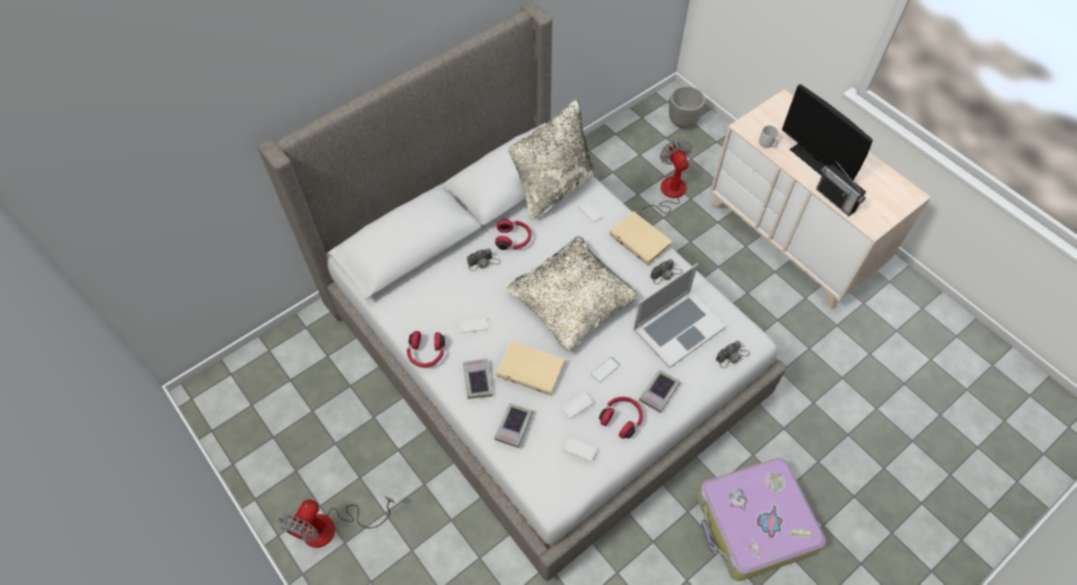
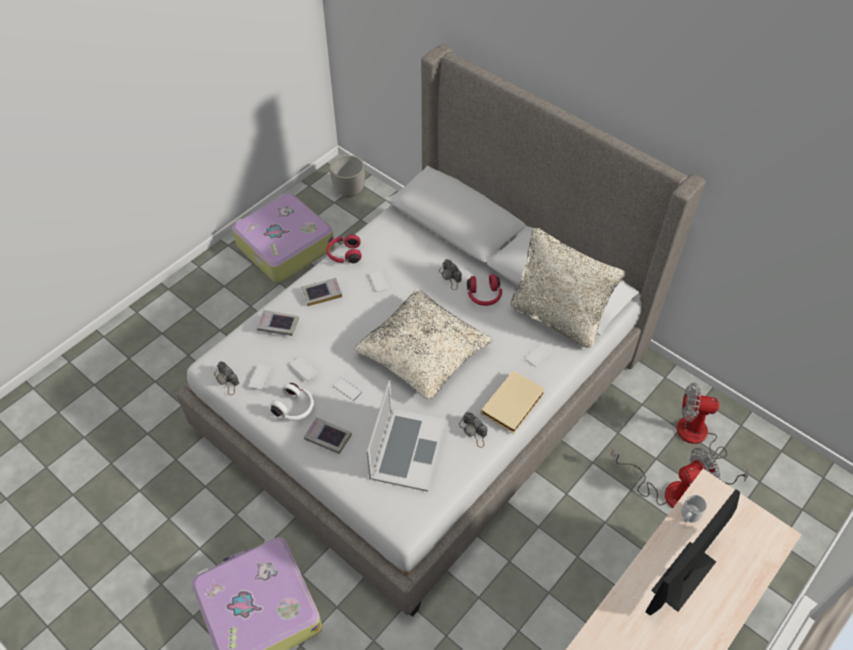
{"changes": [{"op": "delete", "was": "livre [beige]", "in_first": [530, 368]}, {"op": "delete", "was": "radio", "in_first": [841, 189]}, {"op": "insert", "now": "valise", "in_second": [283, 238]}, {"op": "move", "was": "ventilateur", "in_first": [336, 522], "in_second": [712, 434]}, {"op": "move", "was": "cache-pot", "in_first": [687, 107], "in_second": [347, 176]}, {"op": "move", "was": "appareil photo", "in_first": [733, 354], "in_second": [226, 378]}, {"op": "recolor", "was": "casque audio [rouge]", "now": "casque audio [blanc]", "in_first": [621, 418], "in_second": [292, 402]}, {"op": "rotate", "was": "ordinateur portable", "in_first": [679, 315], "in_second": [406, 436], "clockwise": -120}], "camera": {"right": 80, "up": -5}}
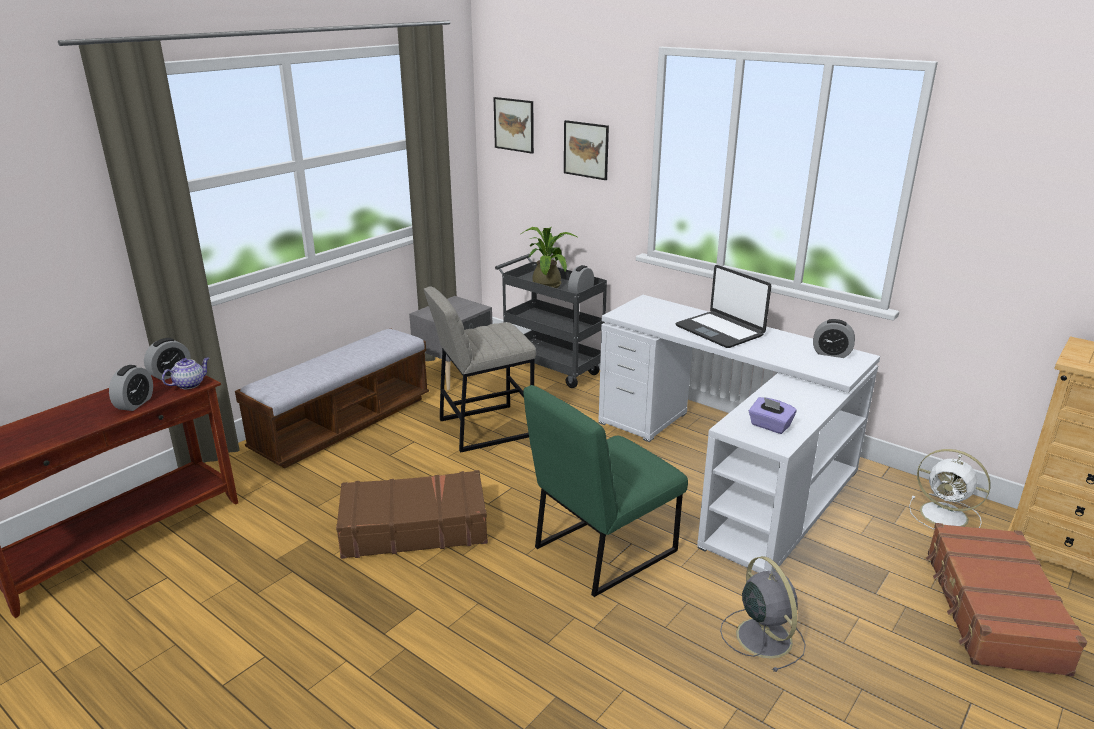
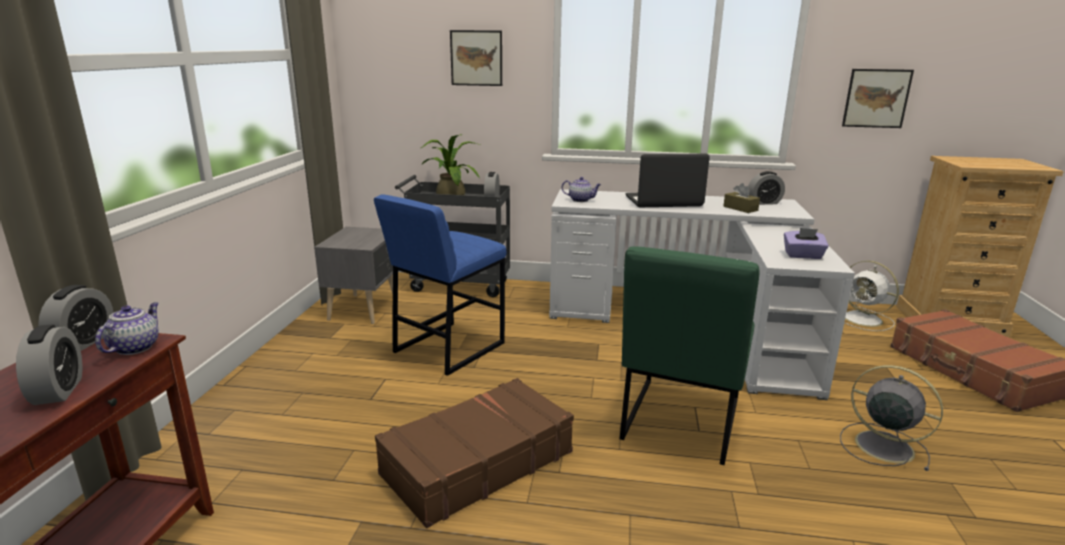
{"changes": [{"op": "delete", "was": "banc", "in_first": [332, 398]}, {"op": "insert", "now": "théière", "in_second": [581, 189]}, {"op": "insert", "now": "boîte à mouchoirs [marron]", "in_second": [741, 198]}, {"op": "move", "was": "tableau", "in_first": [513, 125], "in_second": [878, 98]}, {"op": "recolor", "was": "chaise [gris]", "now": "chaise [bleu]", "in_first": [480, 369], "in_second": [440, 285]}, {"op": "rotate", "was": "ordinateur portable", "in_first": [723, 306], "in_second": [668, 180], "clockwise": 150}, {"op": "rotate", "was": "ventilateur [blanc]", "in_first": [950, 489], "in_second": [871, 296], "clockwise": 45}], "camera": {"right": -30, "up": -5}}
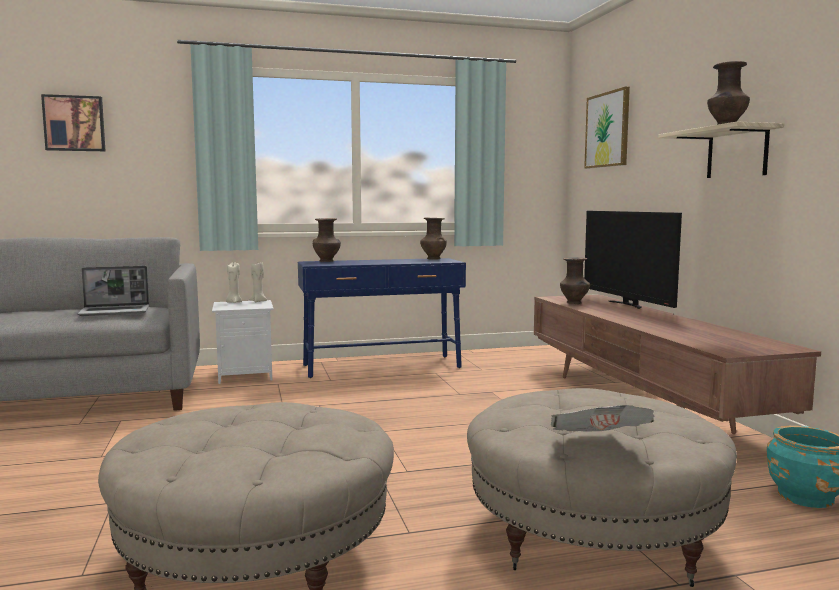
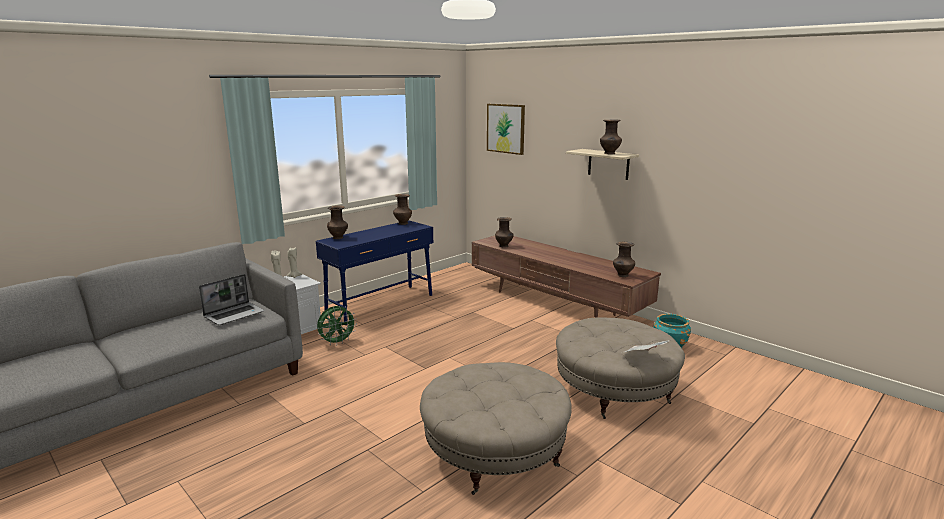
{"changes": [{"op": "delete", "was": "tableau", "in_first": [73, 122]}, {"op": "delete", "was": "téléviseur", "in_first": [633, 260]}, {"op": "insert", "now": "ventilateur [vert]", "in_second": [337, 325]}, {"op": "insert", "now": "vase [marron]", "in_second": [624, 259]}], "camera": {"right": -30, "up": 10}}
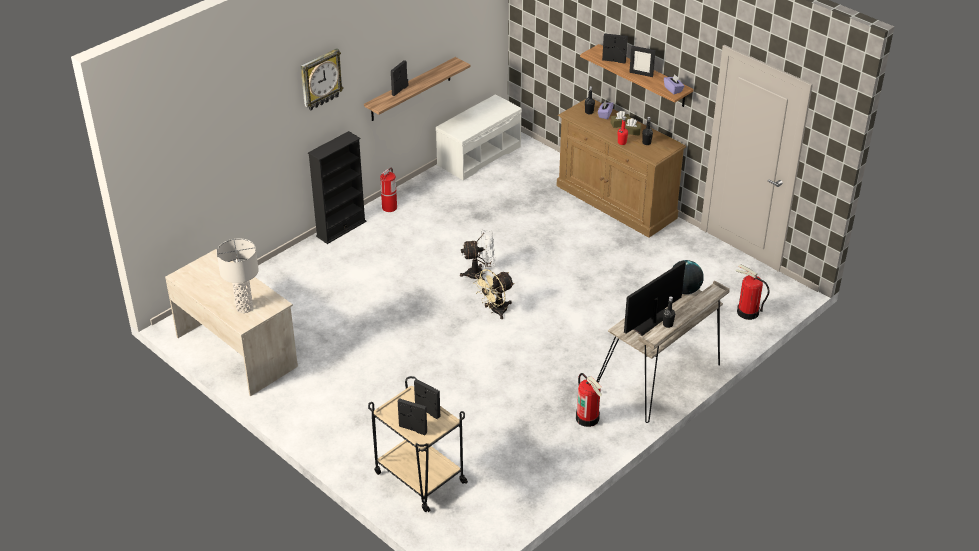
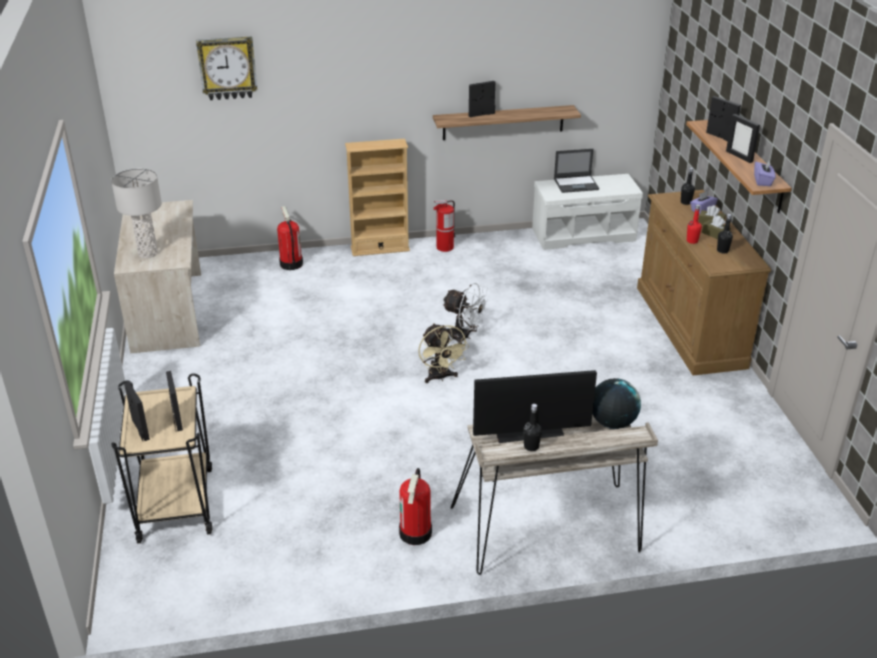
{"changes": [{"op": "insert", "now": "ordinateur portable", "in_second": [576, 171]}, {"op": "move", "was": "horloge murale", "in_first": [322, 79], "in_second": [227, 68]}, {"op": "move", "was": "extincteur", "in_first": [753, 292], "in_second": [290, 238]}, {"op": "recolor", "was": "bibliothèque [noir]", "now": "bibliothèque [beige]", "in_first": [337, 187], "in_second": [377, 197]}, {"op": "rotate", "was": "ventilateur [beige]", "in_first": [493, 294], "in_second": [443, 353], "clockwise": -105}], "camera": {"right": 35, "up": -5}}
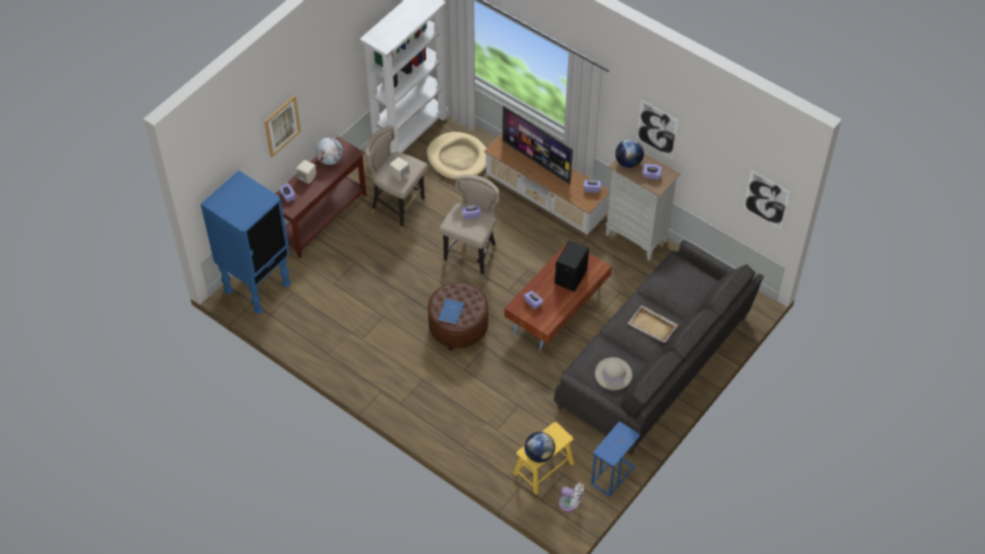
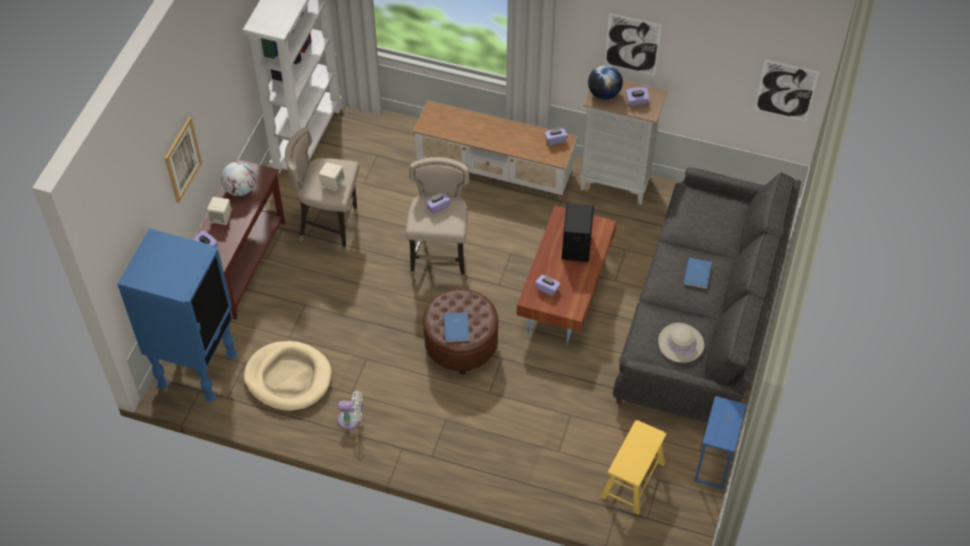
{"changes": [{"op": "delete", "was": "téléviseur", "in_first": [537, 144]}, {"op": "delete", "was": "globe", "in_first": [540, 447]}, {"op": "move", "was": "panier pour chien [beige]", "in_first": [457, 156], "in_second": [288, 376]}, {"op": "move", "was": "ventilateur [blanc]", "in_first": [571, 497], "in_second": [350, 410]}, {"op": "replace", "was": "plateau [beige]", "now": "livre [bleu]", "in_first": [653, 324], "in_second": [697, 273]}], "camera": {"right": -20, "up": 0}}
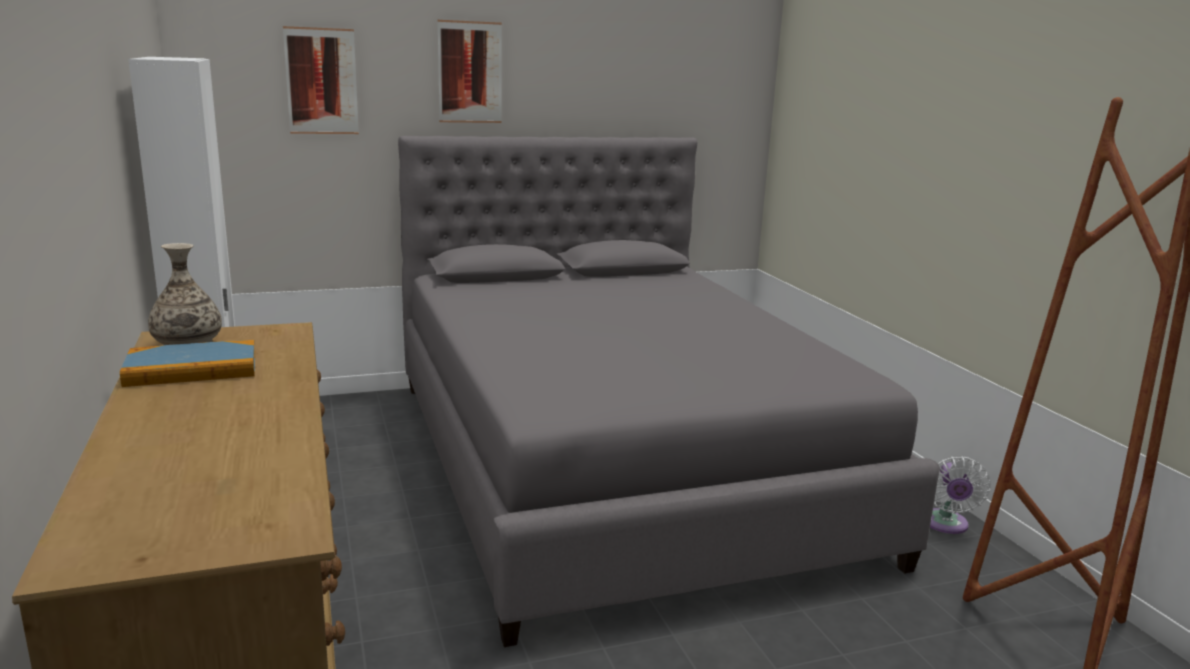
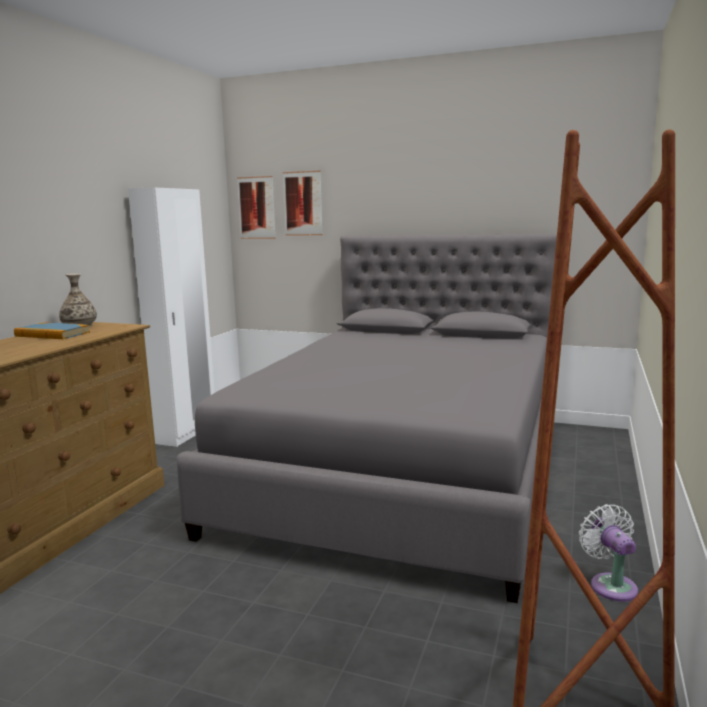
{"changes": [{"op": "move", "was": "tableau", "in_first": [469, 71], "in_second": [256, 207]}, {"op": "rotate", "was": "ventilateur [blanc]", "in_first": [960, 495], "in_second": [608, 552], "clockwise": 120}], "camera": {"right": 40, "up": -5}}
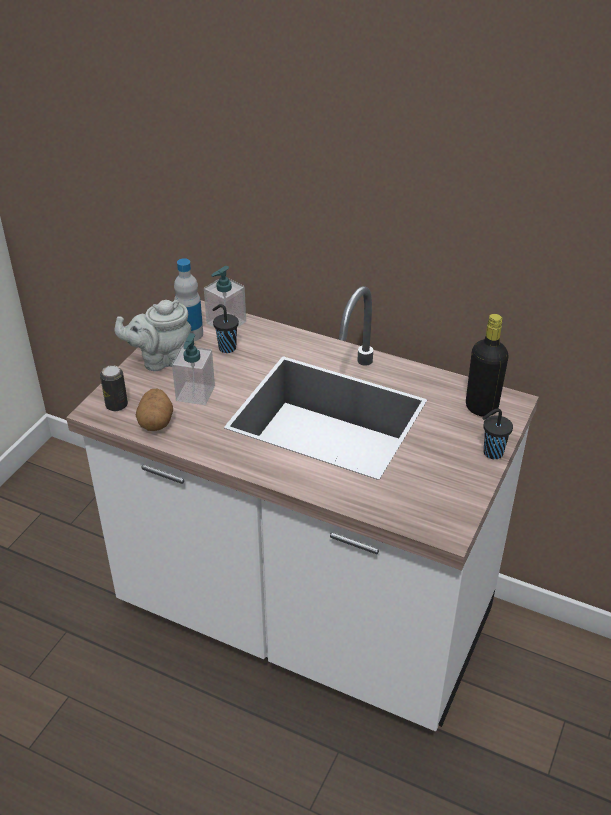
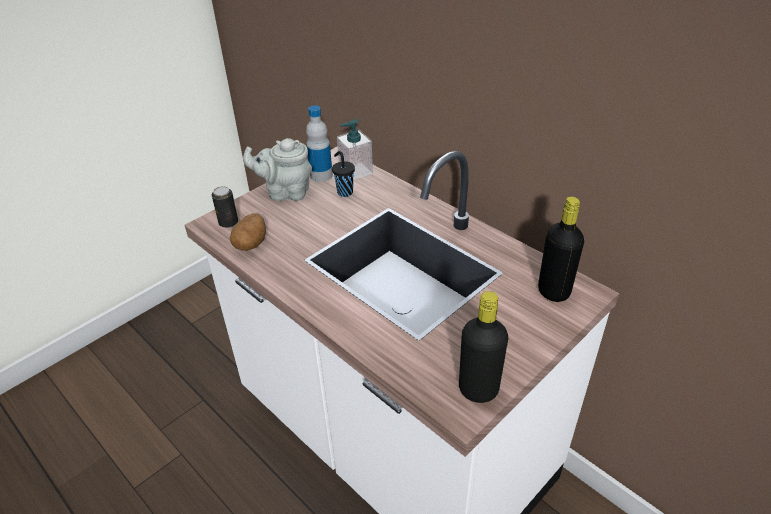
{"changes": [{"op": "delete", "was": "distributeur de savon", "in_first": [193, 369]}, {"op": "delete", "was": "tasse [noir]", "in_first": [497, 434]}, {"op": "insert", "now": "bouteille [noir]", "in_second": [483, 347]}], "camera": {"right": 20, "up": 0}}
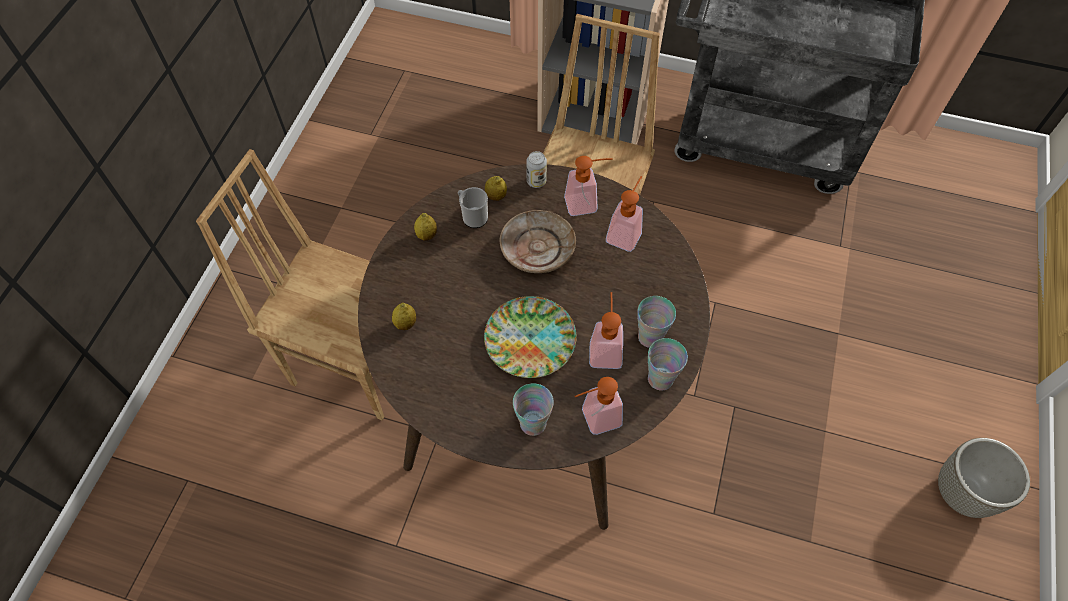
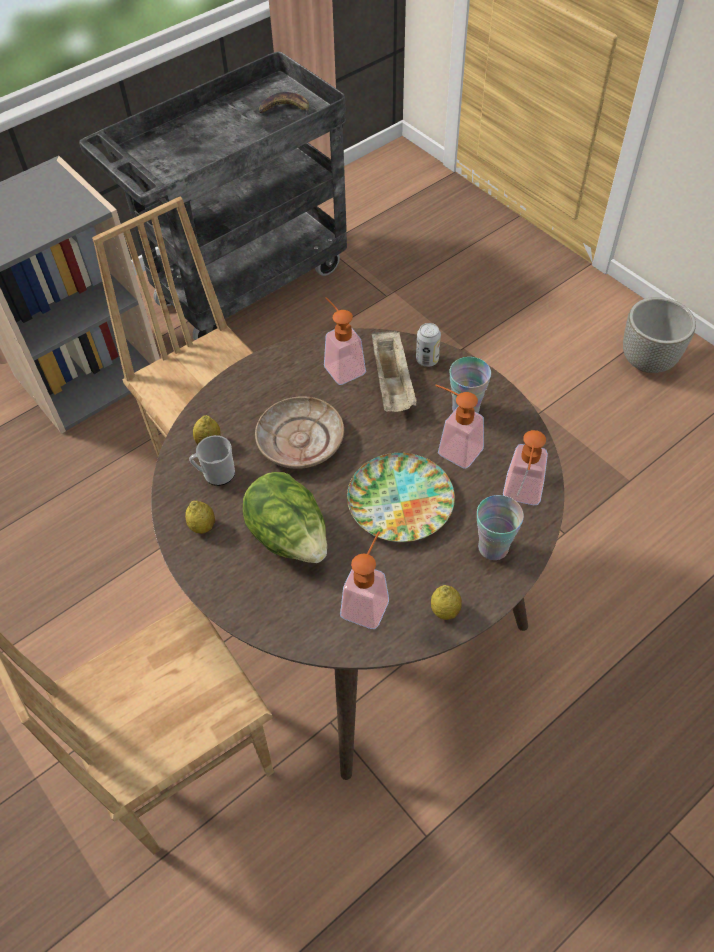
{"changes": [{"op": "delete", "was": "tasse", "in_first": [668, 364]}, {"op": "insert", "now": "laitue", "in_second": [285, 517]}, {"op": "insert", "now": "banane", "in_second": [284, 104]}, {"op": "insert", "now": "plateau [beige]", "in_second": [394, 371]}, {"op": "move", "was": "citron", "in_first": [404, 316], "in_second": [446, 602]}, {"op": "move", "was": "boîte métallique", "in_first": [536, 169], "in_second": [428, 345]}, {"op": "move", "was": "distributeur de savon", "in_first": [588, 186], "in_second": [364, 580]}], "camera": {"right": -55, "up": -5}}
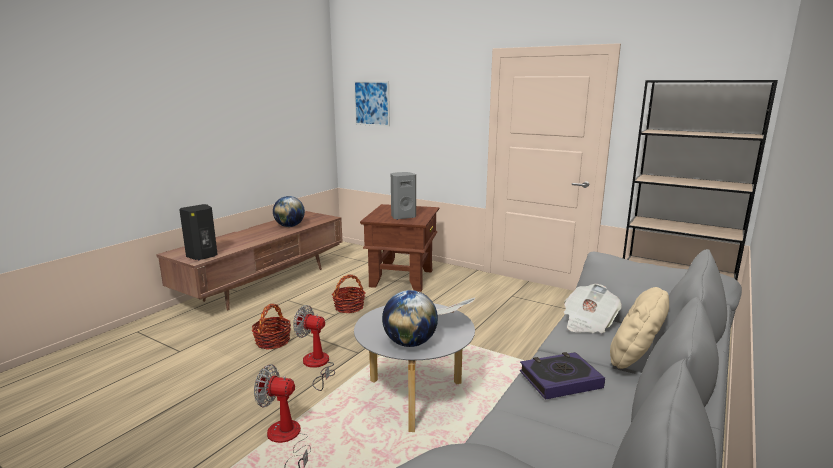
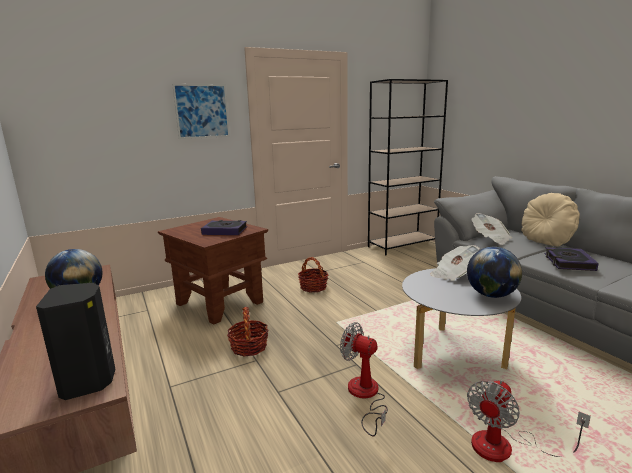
{"changes": [{"op": "move", "was": "panier", "in_first": [271, 327], "in_second": [313, 275]}, {"op": "move", "was": "tableau", "in_first": [372, 103], "in_second": [201, 111]}, {"op": "replace", "was": "enceinte [gris]", "now": "livre", "in_first": [403, 196], "in_second": [224, 227]}, {"op": "rotate", "was": "ventilateur", "in_first": [314, 348], "in_second": [364, 379], "clockwise": 75}], "camera": {"right": -60, "up": 0}}
